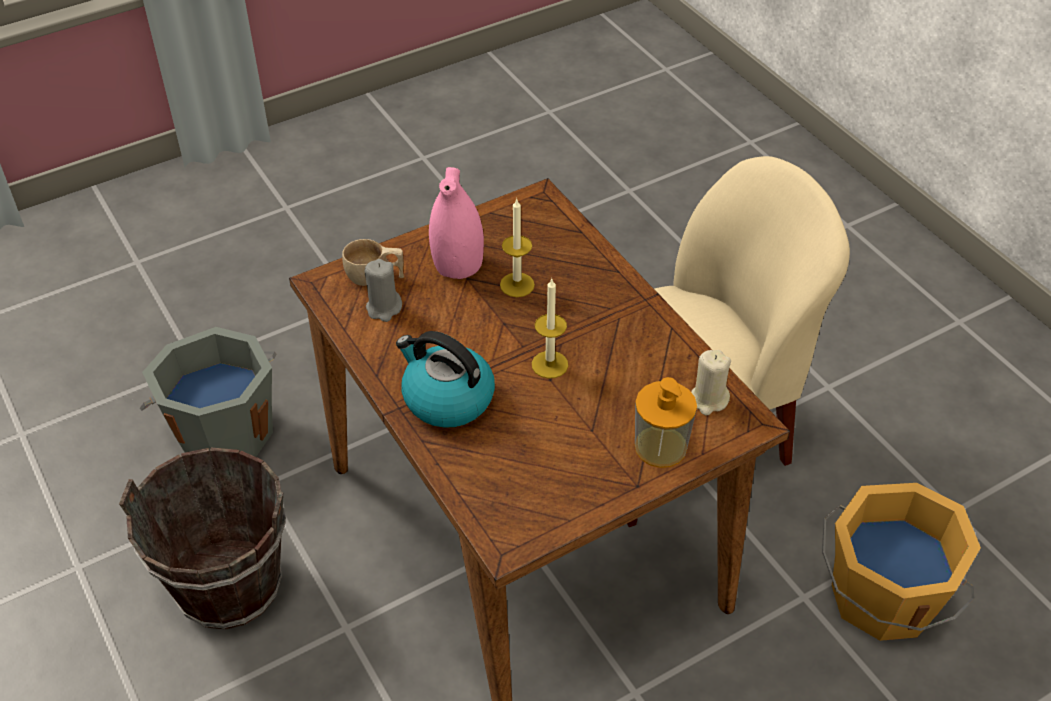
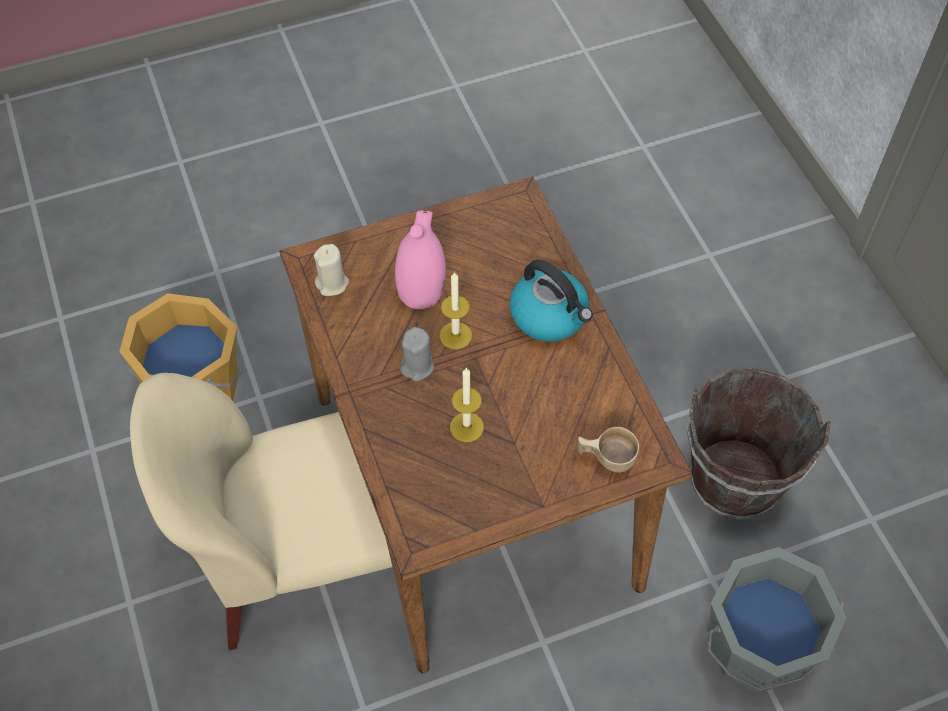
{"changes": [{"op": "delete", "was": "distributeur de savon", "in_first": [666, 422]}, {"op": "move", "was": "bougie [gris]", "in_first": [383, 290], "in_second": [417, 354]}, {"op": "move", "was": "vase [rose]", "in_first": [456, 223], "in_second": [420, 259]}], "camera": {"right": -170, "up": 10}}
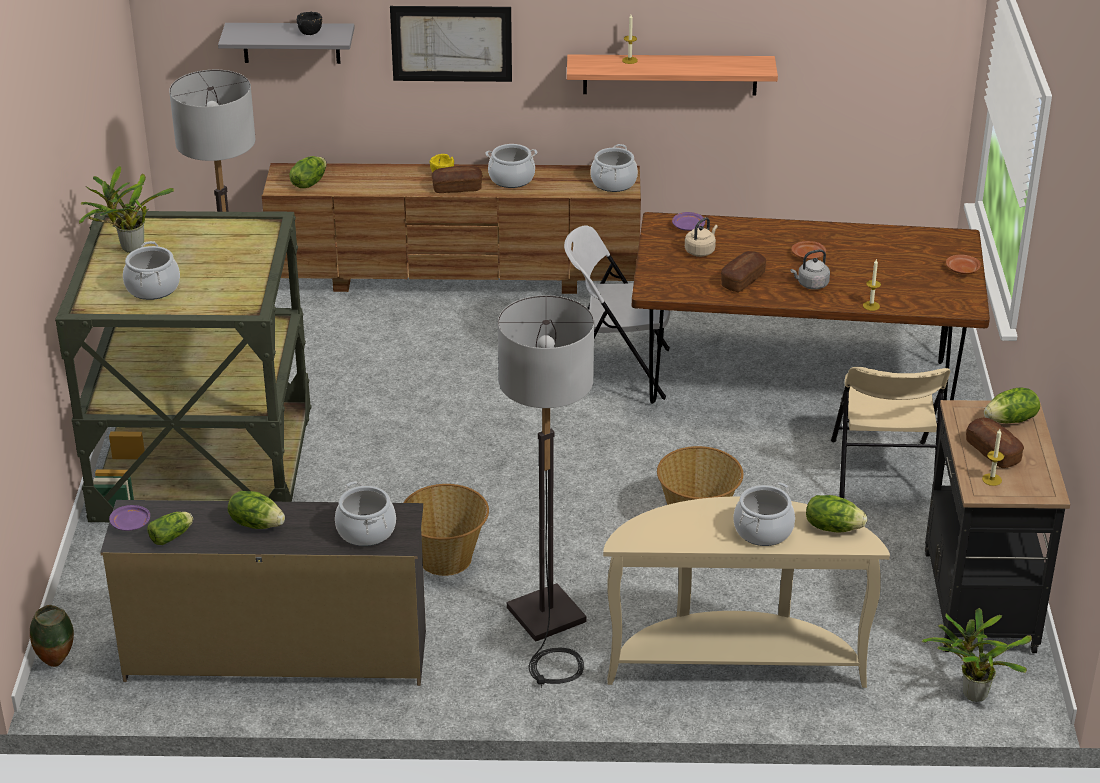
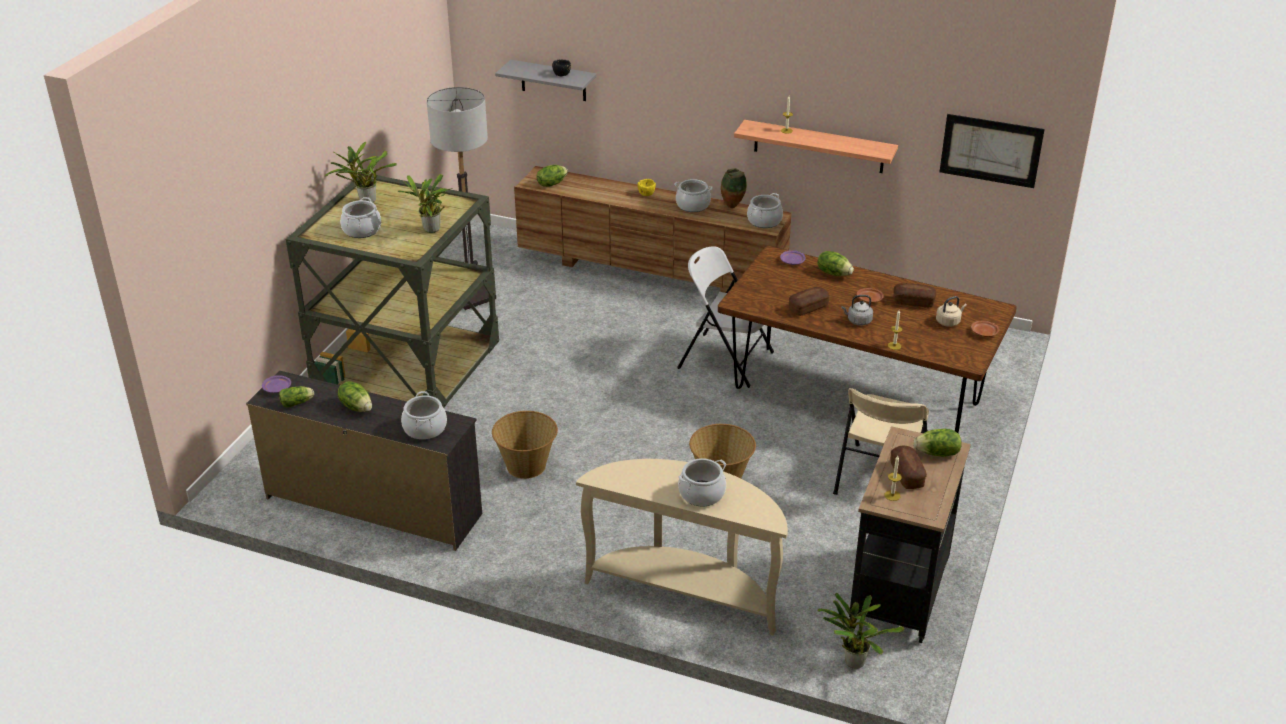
{"changes": [{"op": "delete", "was": "lampadaire", "in_first": [546, 491]}, {"op": "insert", "now": "plante en pot", "in_second": [425, 203]}, {"op": "move", "was": "vase", "in_first": [52, 636], "in_second": [734, 188]}, {"op": "move", "was": "tableau", "in_first": [451, 44], "in_second": [992, 151]}, {"op": "move", "was": "pain", "in_first": [457, 179], "in_second": [915, 295]}, {"op": "move", "was": "bouilloire [beige]", "in_first": [701, 237], "in_second": [951, 311]}, {"op": "move", "was": "laitue", "in_first": [836, 514], "in_second": [835, 263]}], "camera": {"right": 20, "up": 0}}
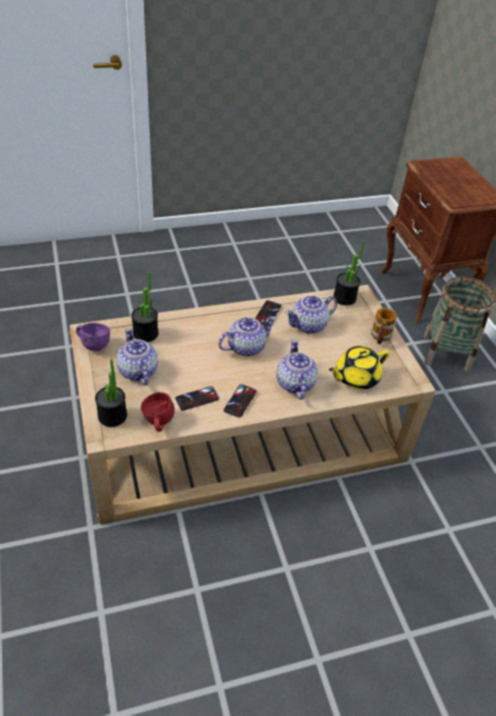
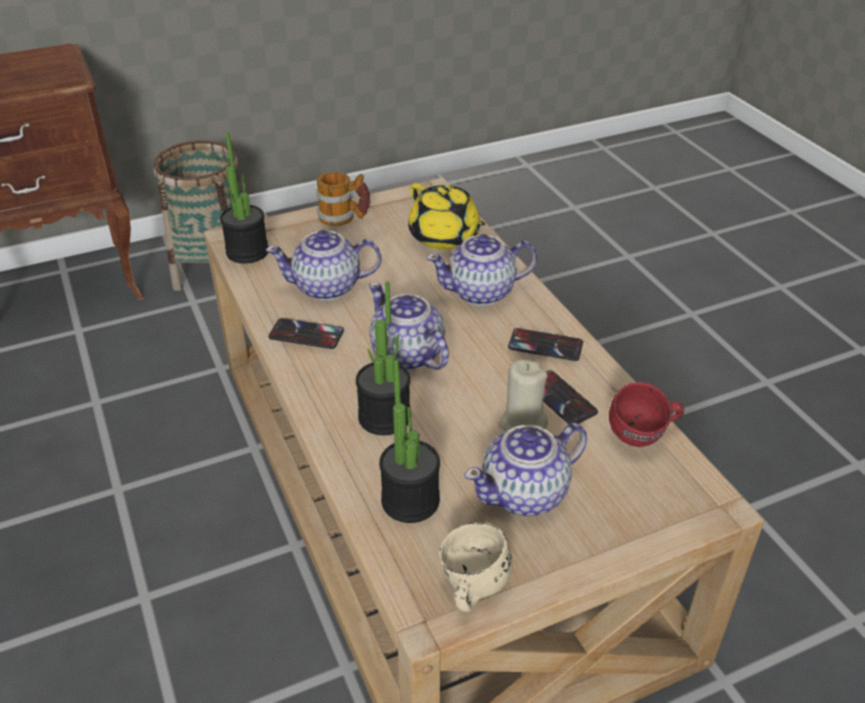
{"changes": [{"op": "insert", "now": "bougie [beige]", "in_second": [523, 395]}, {"op": "move", "was": "plante en pot", "in_first": [111, 393], "in_second": [383, 358]}, {"op": "recolor", "was": "mug [violet]", "now": "mug [beige]", "in_first": [93, 337], "in_second": [476, 567]}, {"op": "rotate", "was": "théière", "in_first": [311, 314], "in_second": [323, 265], "clockwise": 120}], "camera": {"right": -95, "up": -5}}
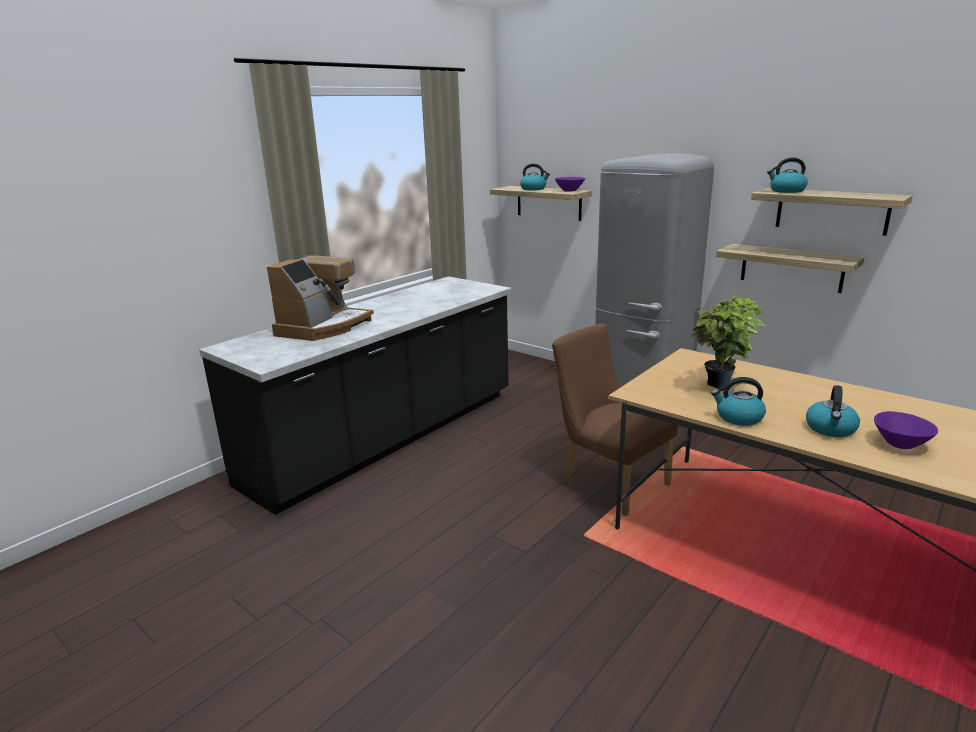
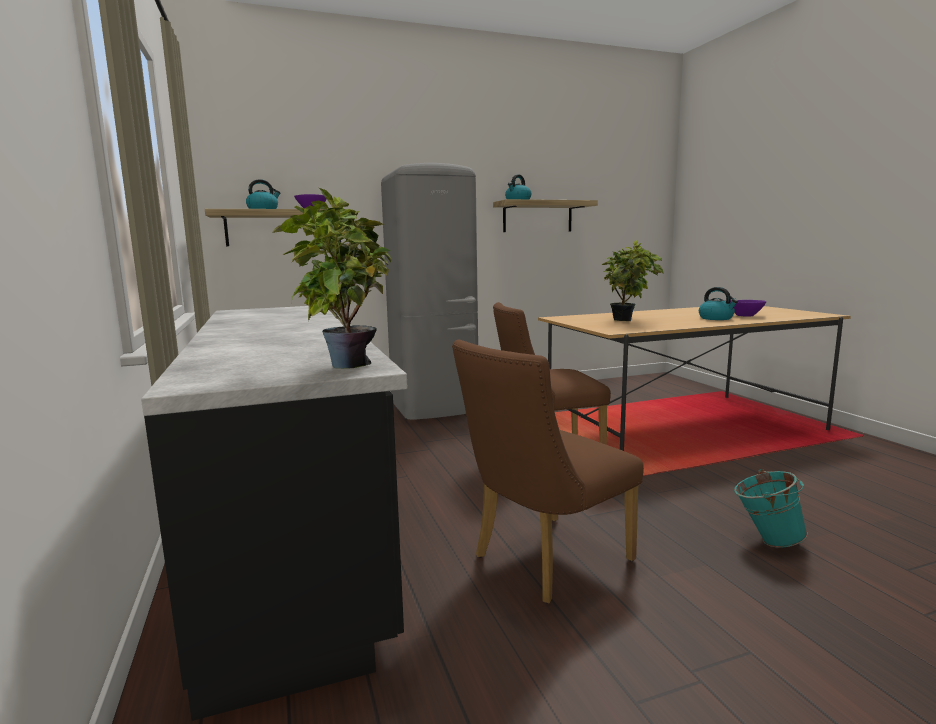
{"changes": [{"op": "delete", "was": "machine à café", "in_first": [320, 298]}, {"op": "delete", "was": "bouilloire", "in_first": [738, 401]}, {"op": "delete", "was": "étagère", "in_first": [790, 268]}, {"op": "insert", "now": "plante en pot", "in_second": [332, 278]}, {"op": "insert", "now": "chaise [marron]", "in_second": [548, 471]}, {"op": "insert", "now": "seau [turquoise]", "in_second": [771, 508]}], "camera": {"right": -60, "up": -10}}
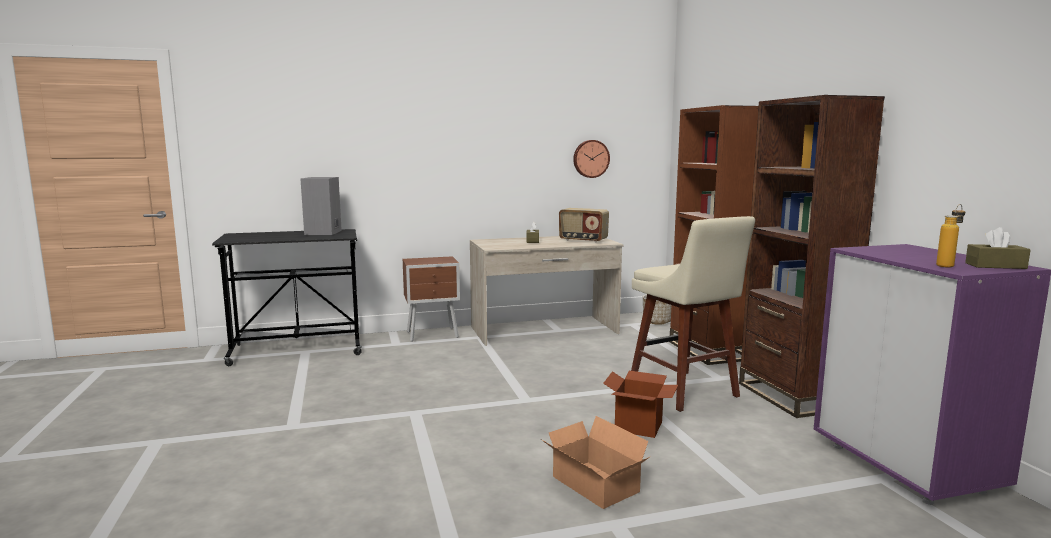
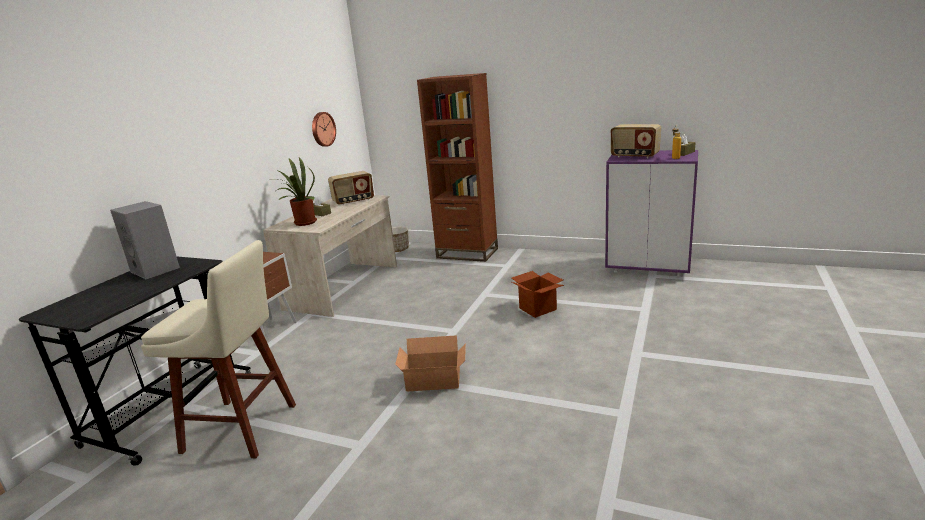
{"changes": [{"op": "delete", "was": "bibliothèque [marron]", "in_first": [812, 256]}, {"op": "insert", "now": "plante en pot", "in_second": [295, 191]}, {"op": "insert", "now": "radio", "in_second": [636, 141]}, {"op": "move", "was": "carton", "in_first": [595, 462], "in_second": [430, 363]}, {"op": "move", "was": "tabouret [beige]", "in_first": [693, 314], "in_second": [218, 349]}], "camera": {"right": -50, "up": 10}}
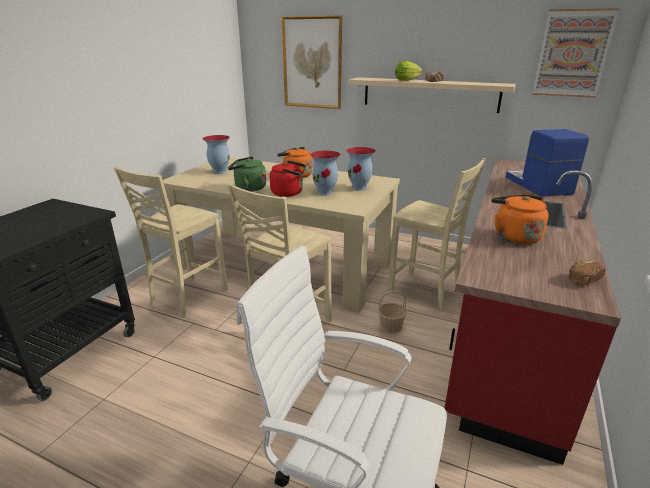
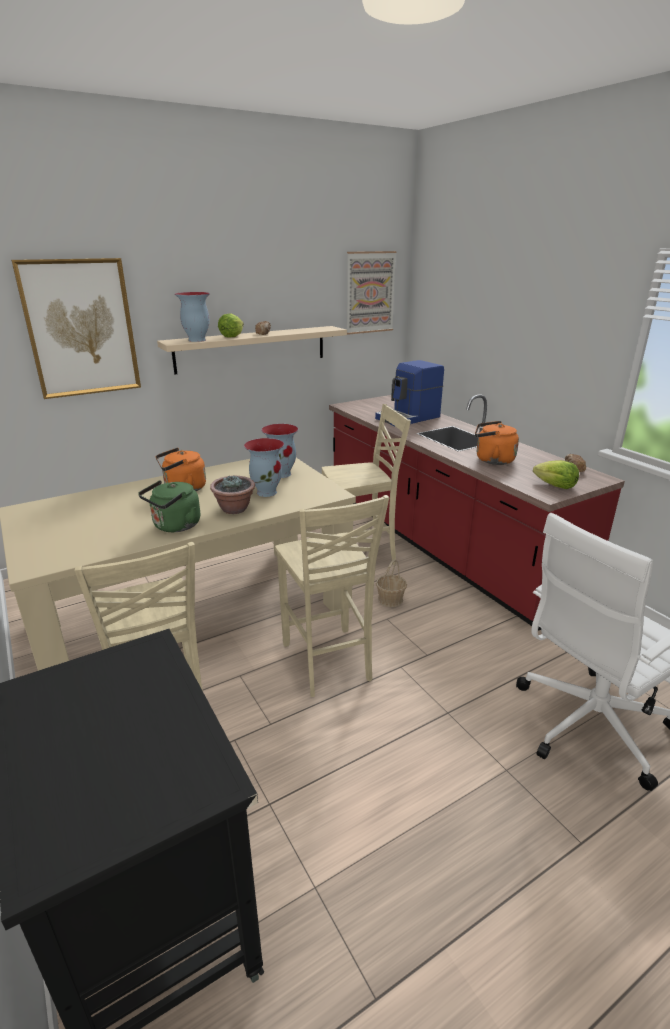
{"changes": [{"op": "insert", "now": "laitue", "in_second": [556, 474]}, {"op": "move", "was": "vase", "in_first": [216, 154], "in_second": [192, 317]}, {"op": "replace", "was": "bouilloire [rouge]", "now": "plante en pot", "in_first": [288, 179], "in_second": [232, 495]}, {"op": "rotate", "was": "machine à café", "in_first": [547, 163], "in_second": [409, 393], "clockwise": -60}], "camera": {"right": -55, "up": 0}}
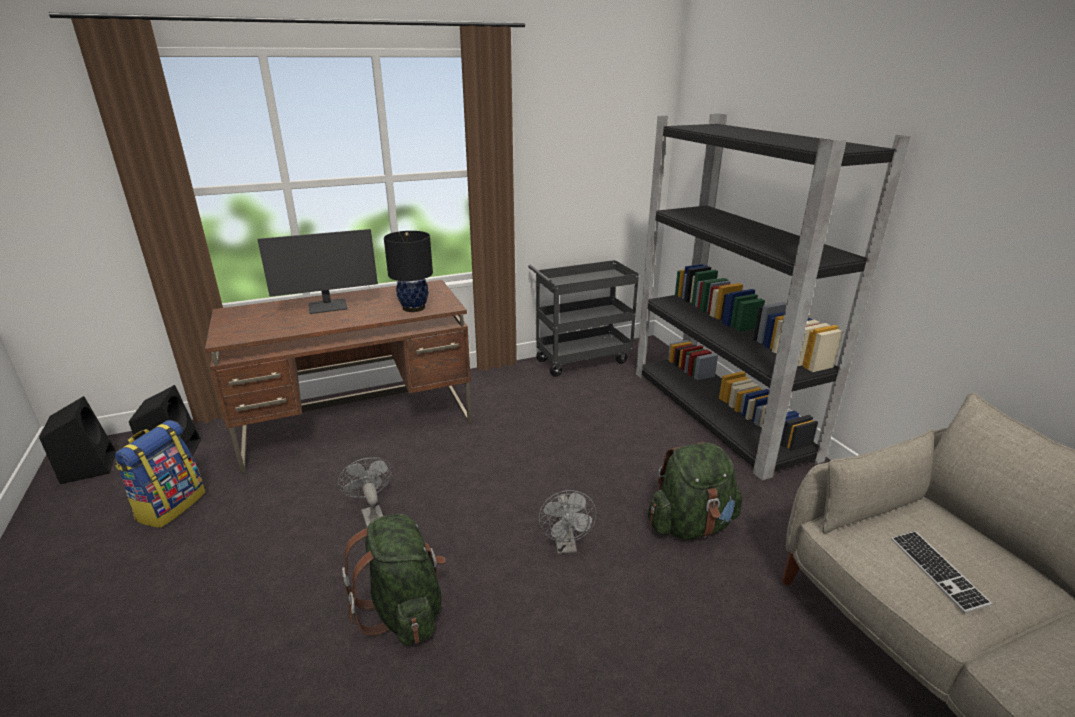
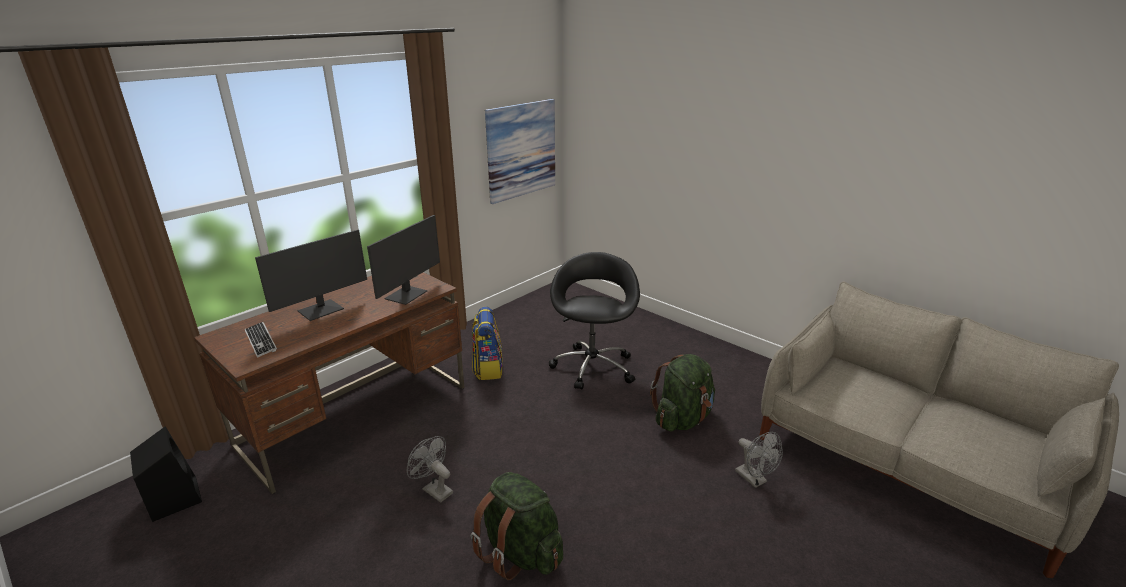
{"changes": [{"op": "delete", "was": "enceinte [noir]", "in_first": [77, 440]}, {"op": "delete", "was": "chariot [gris]", "in_first": [583, 318]}, {"op": "delete", "was": "bibliothèque [noir]", "in_first": [773, 297]}, {"op": "insert", "now": "tableau", "in_second": [520, 151]}, {"op": "insert", "now": "chaise de bureau [noir]", "in_second": [594, 320]}, {"op": "move", "was": "sac à dos", "in_first": [160, 474], "in_second": [487, 343]}, {"op": "move", "was": "ventilateur [gris]", "in_first": [567, 522], "in_second": [759, 460]}, {"op": "move", "was": "clavier", "in_first": [941, 572], "in_second": [261, 339]}, {"op": "replace", "was": "lampe de table [noir]", "now": "écran d'ordinateur", "in_first": [408, 271], "in_second": [403, 260]}], "camera": {"right": -25, "up": 0}}
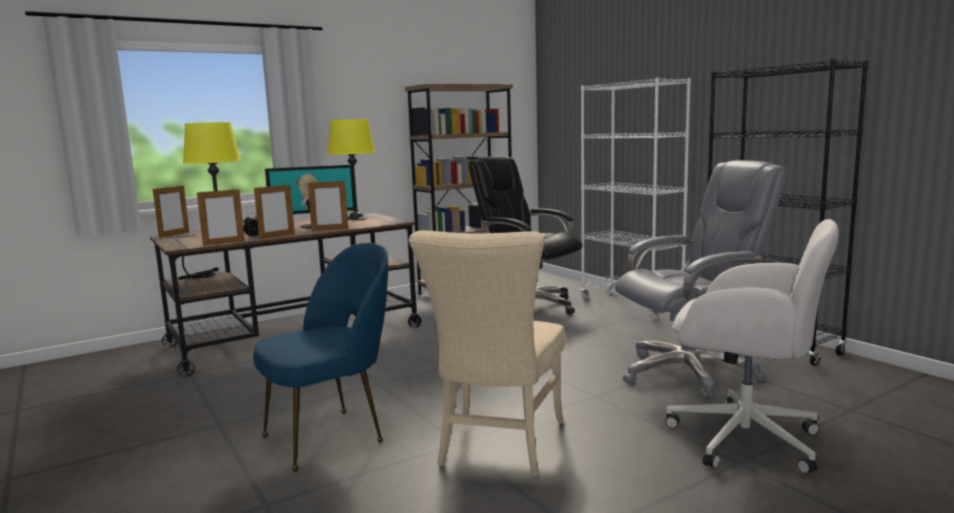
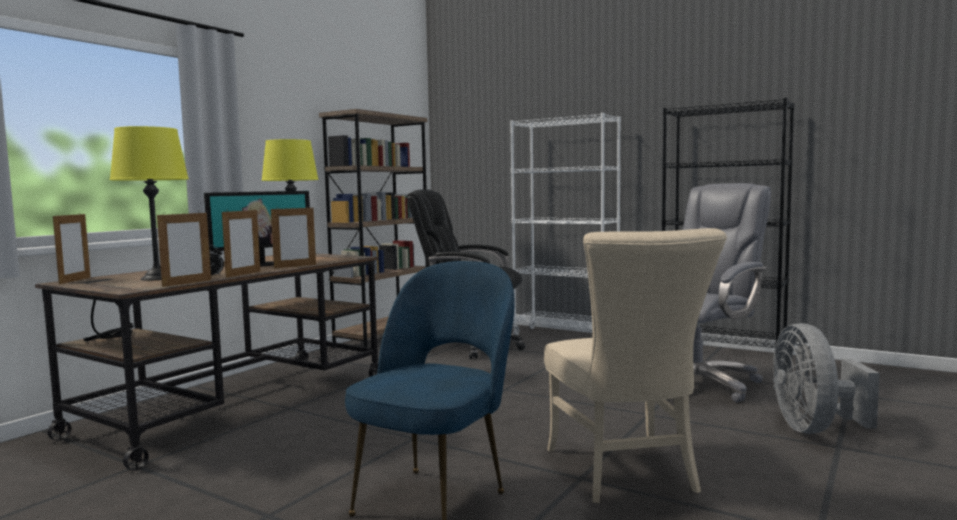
{"changes": [{"op": "replace", "was": "chaise de bureau [blanc]", "now": "ventilateur [gris]", "in_first": [752, 346], "in_second": [826, 378]}], "camera": {"right": -25, "up": -5}}
